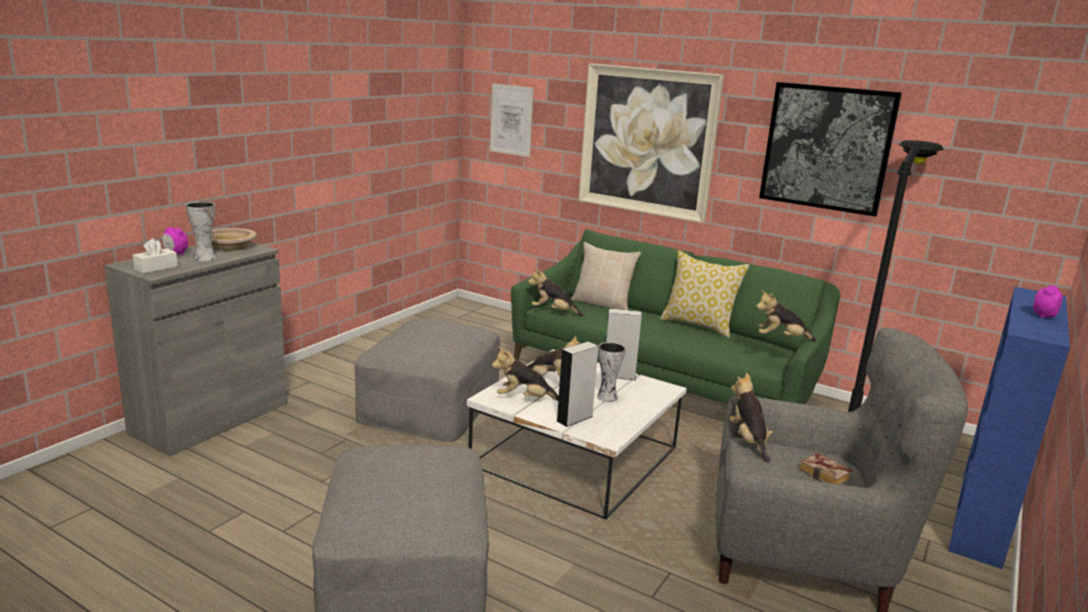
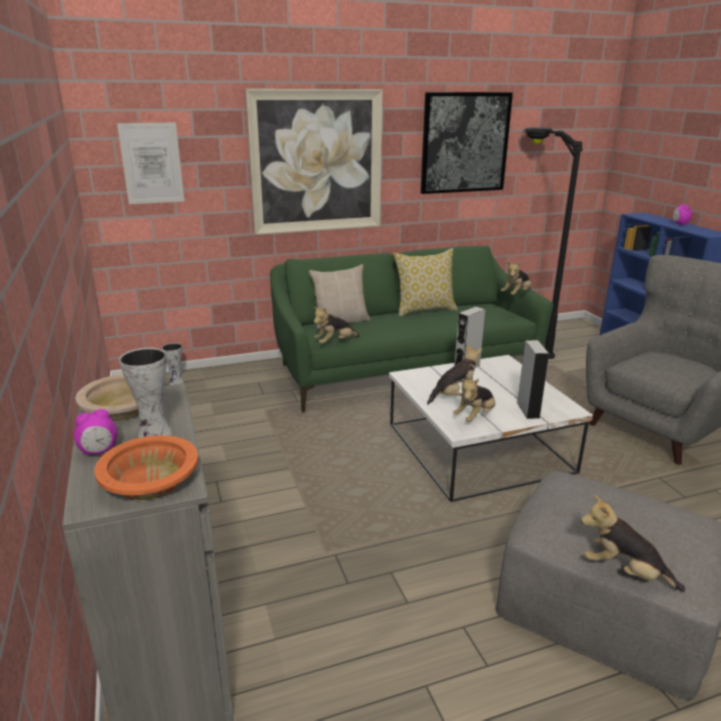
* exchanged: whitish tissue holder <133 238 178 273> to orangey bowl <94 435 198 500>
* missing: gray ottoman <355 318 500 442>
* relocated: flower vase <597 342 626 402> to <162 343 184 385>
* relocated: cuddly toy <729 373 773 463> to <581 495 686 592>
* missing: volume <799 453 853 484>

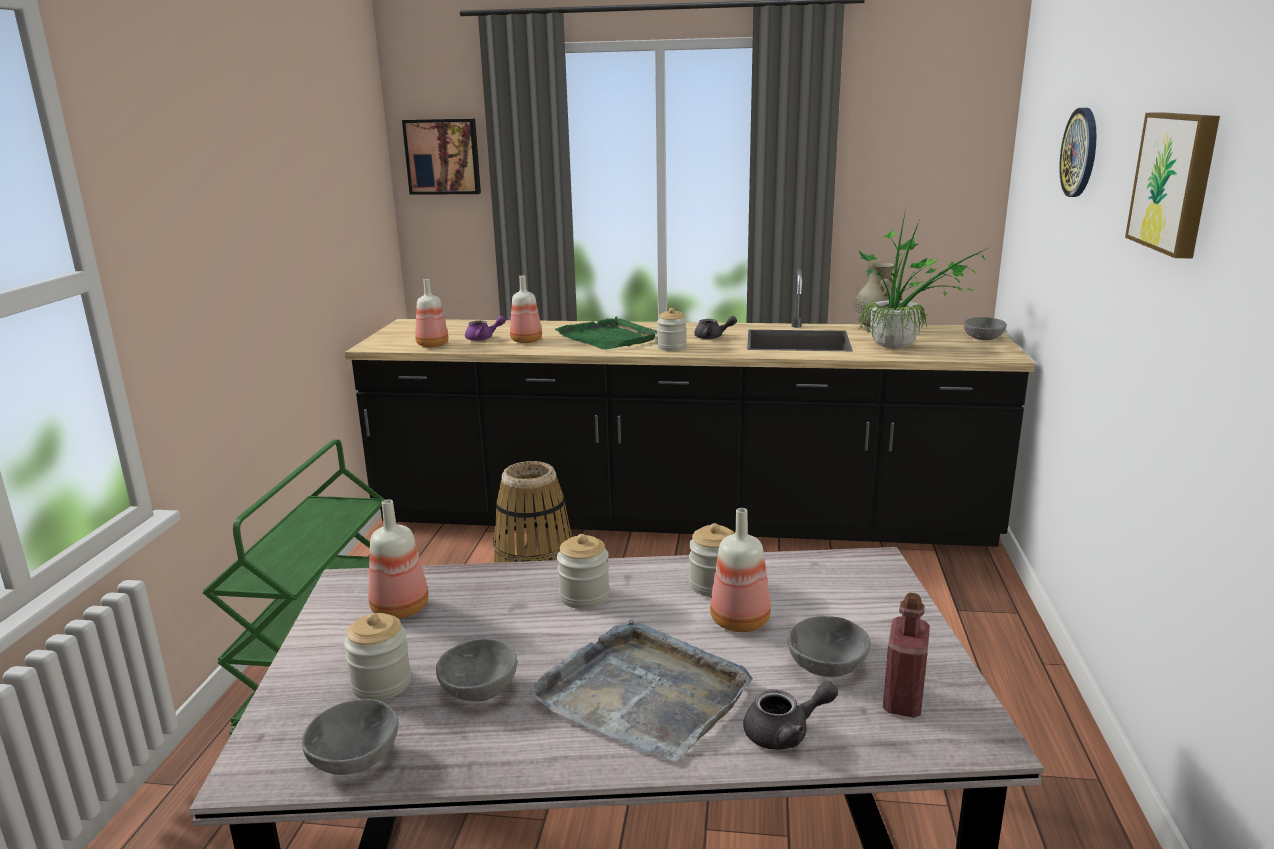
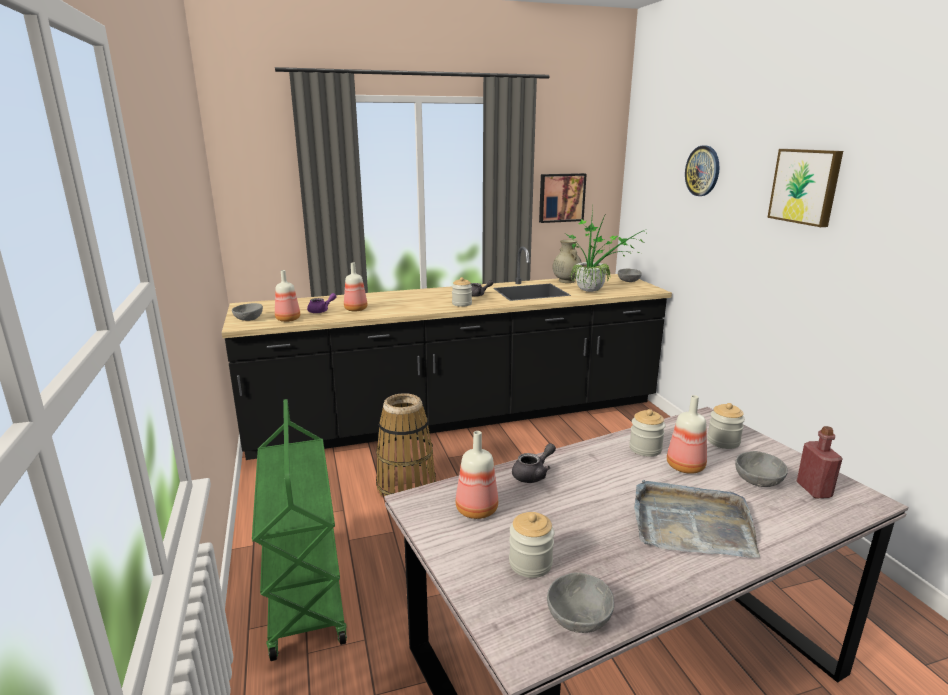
* relocated: picture <402 119 481 195> to <539 173 587 223>
* relocated: gray bowl <436 639 517 701> to <232 303 263 321>
* missing: greenish serving tray <555 317 657 349>
* relocated: preserve jar <557 534 610 609> to <707 403 745 449>
* relocated: gray tea pot <744 681 838 750> to <512 443 556 483>

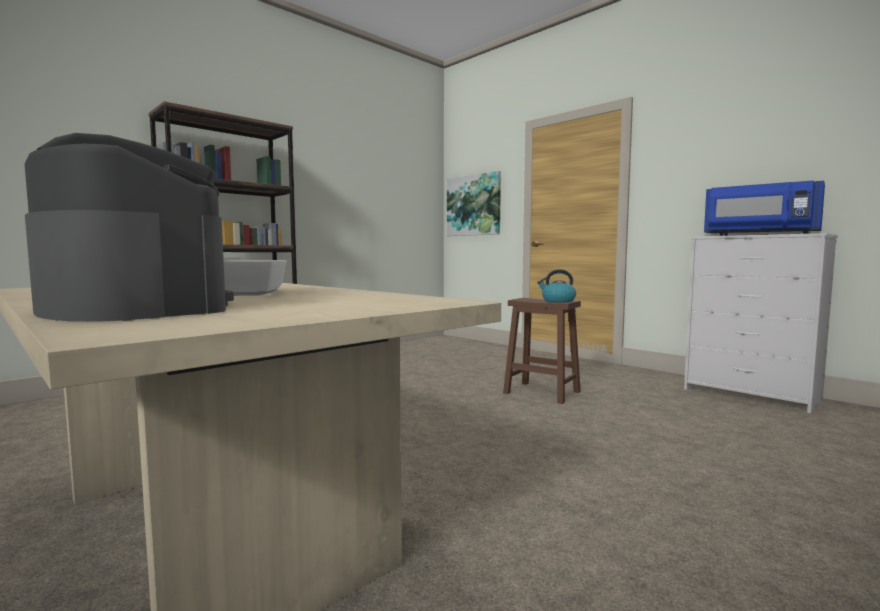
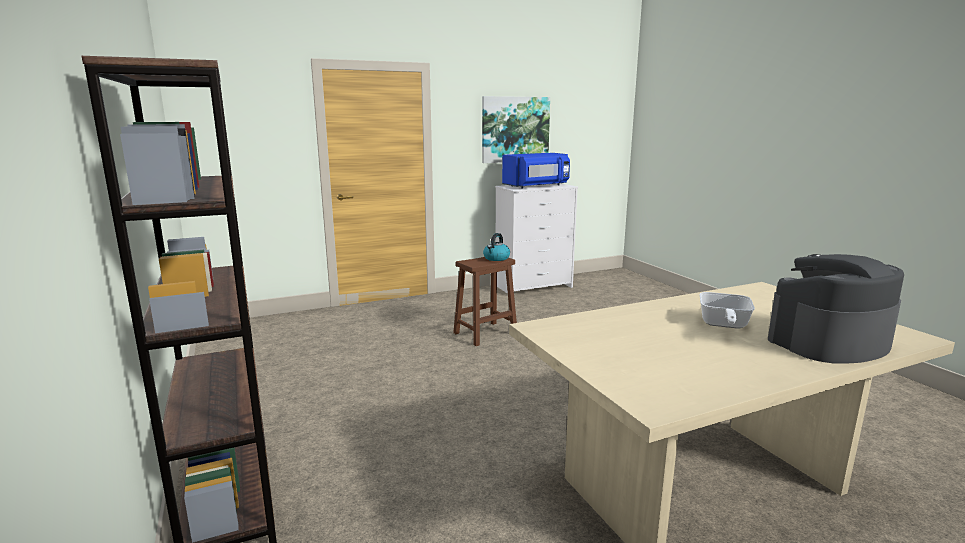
* relocated: picture <447 171 501 236> to <482 96 550 163>

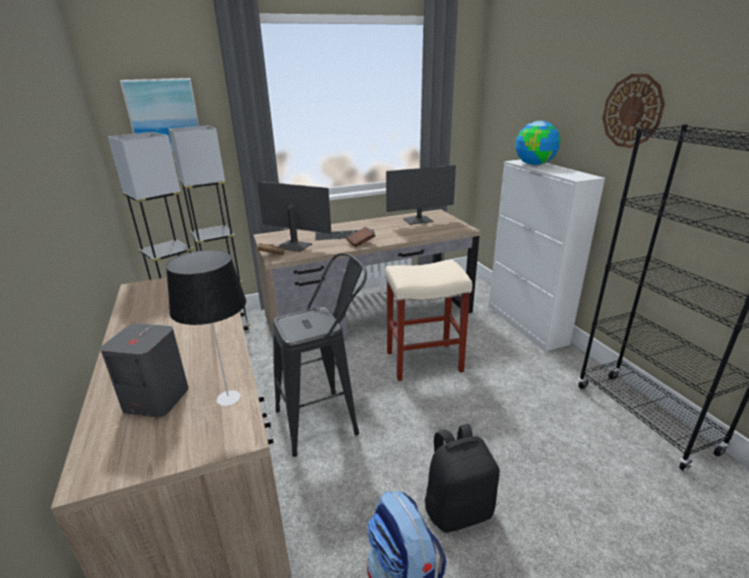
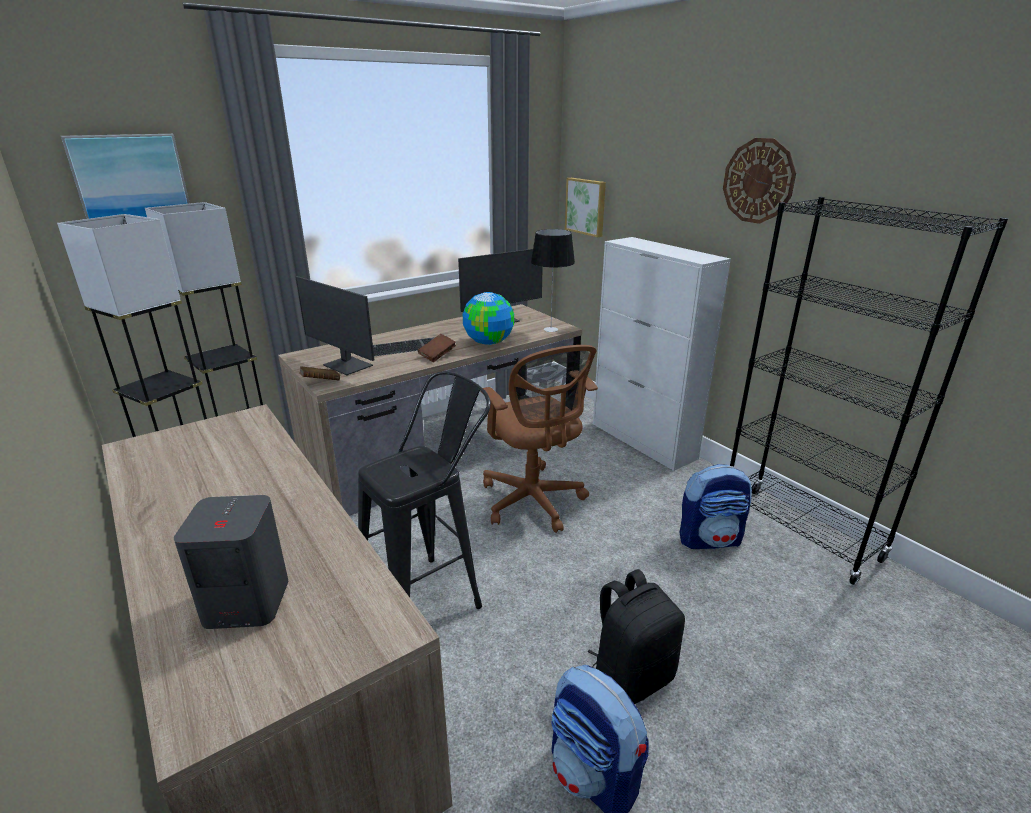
* relocated: table lamp <166 250 246 406> to <531 229 575 332>
* spun: monitor <257 181 331 252> = <295 276 374 375> 150 degrees counterclockwise
* exchanged: beige stool seat <385 260 472 381> to brownish computer chair <480 345 598 533>
* relocated: desk globe <515 121 561 166> to <463 292 514 345>
* appeared: picture <565 178 606 237>
* appeared: knapsack <680 464 752 549>

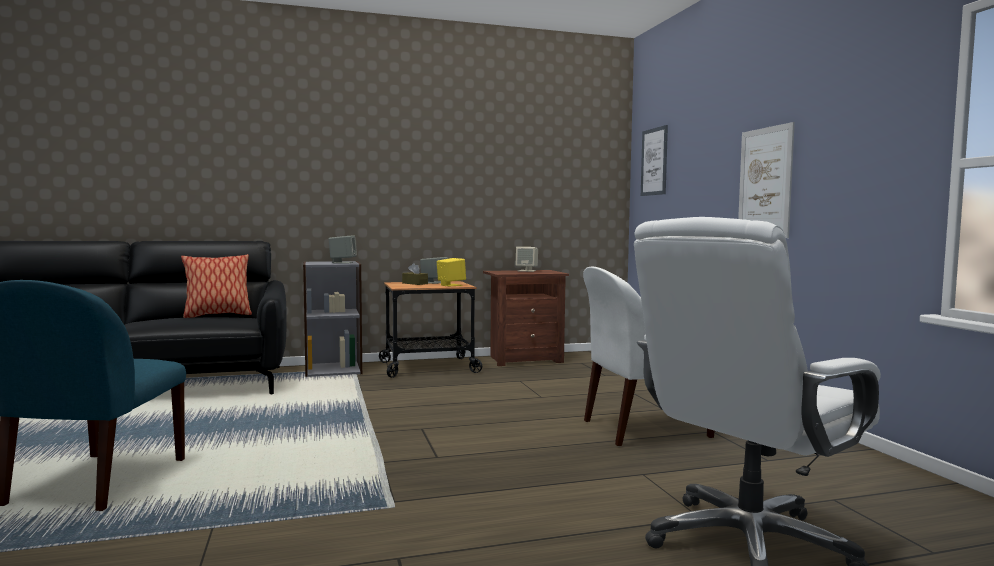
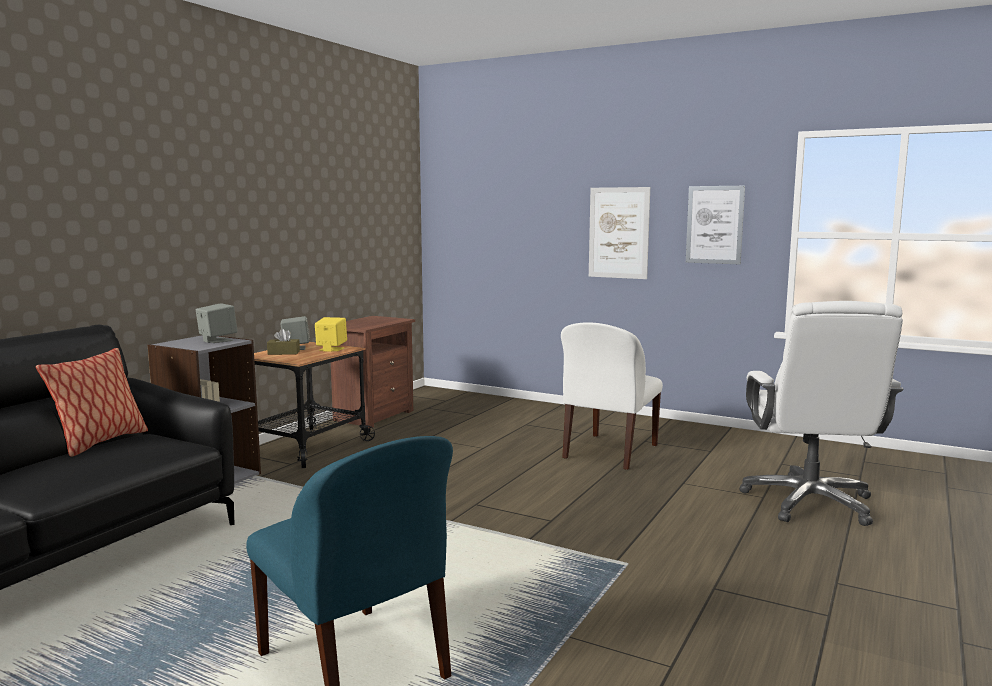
* missing: beige audio speaker <516 247 538 272>
* relocated: picture <641 125 668 196> to <686 186 745 264>

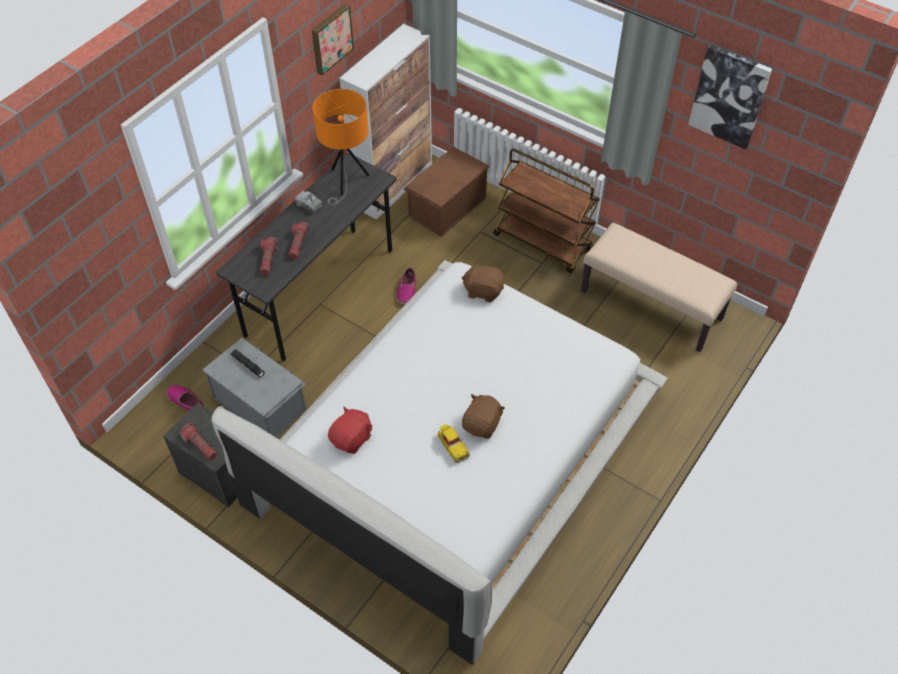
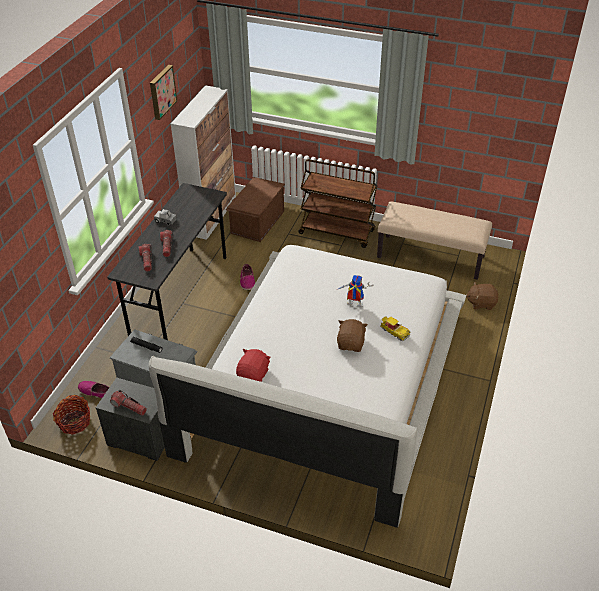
* missing: orangey table lamp <313 89 369 205>
* relocated: toy car <438 424 470 463> to <380 317 410 341>
* relocated: brownish cuddly toy <461 261 504 302> to <466 282 498 310>
* missing: picture <688 44 772 150>
* appeared: basket <53 395 90 435>
* appeared: model robot <337 275 374 307>

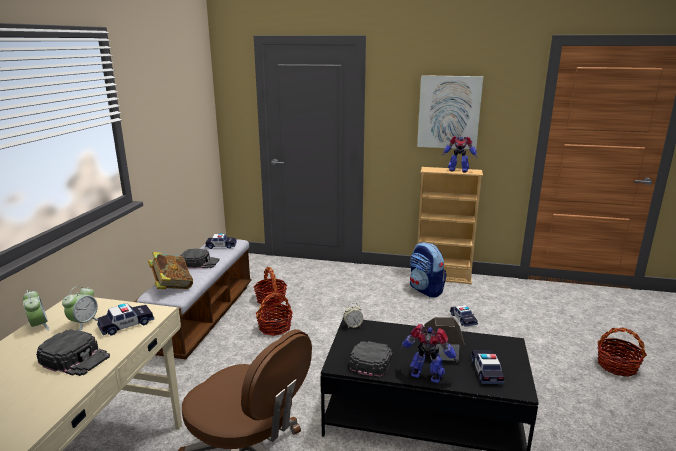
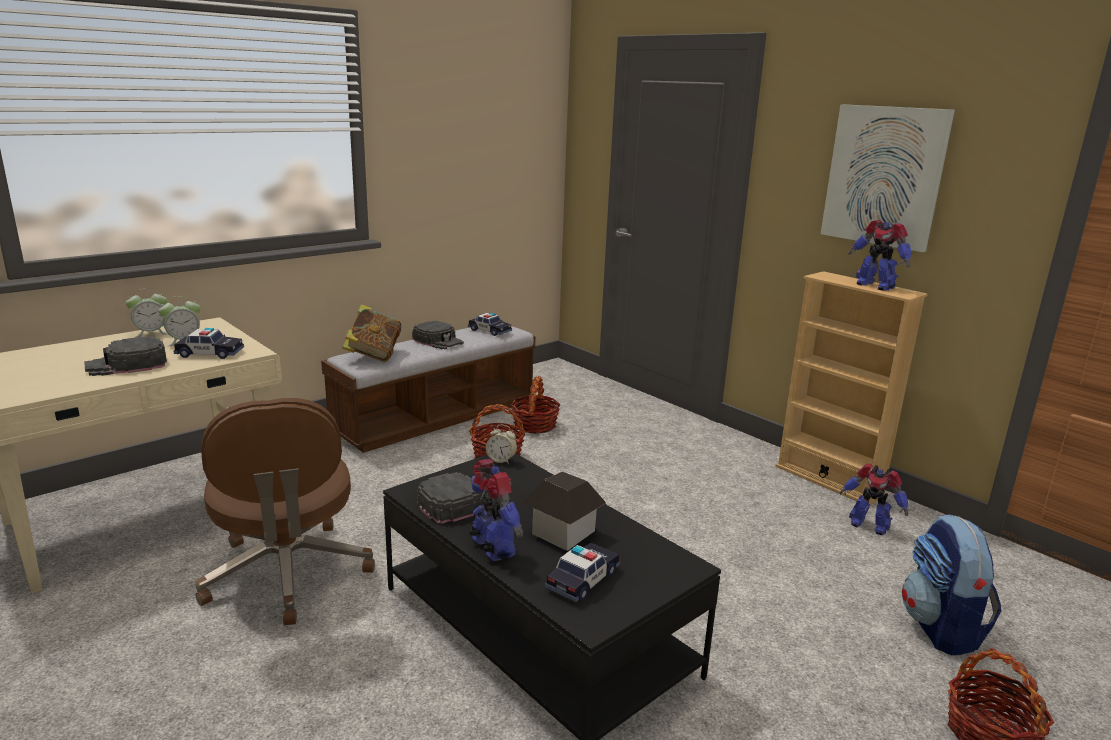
* spun: alarm clock <23 290 49 331> = <126 289 168 338> 60 degrees clockwise
* spun: blackish cap <36 329 110 376> = <84 336 167 376> 90 degrees clockwise
* relocated: knapsack <410 242 446 298> to <902 514 1001 655>
* missing: toy car <450 305 478 327>
* appeared: model robot <840 464 909 535>

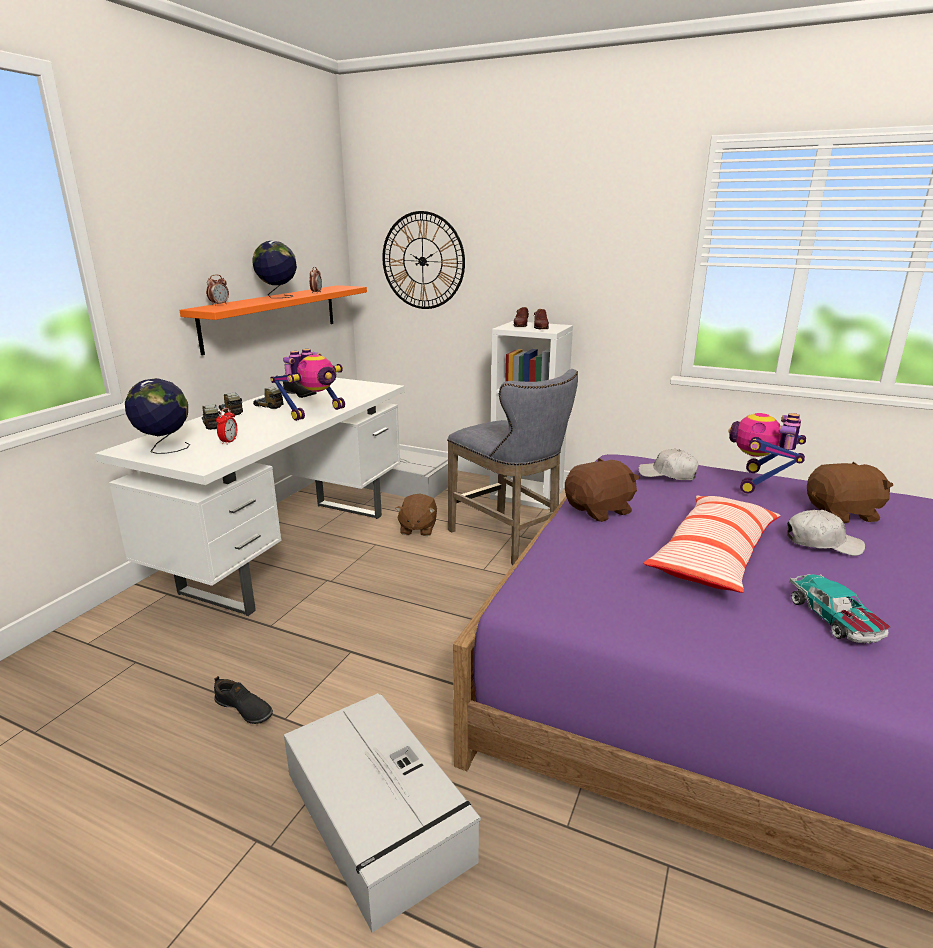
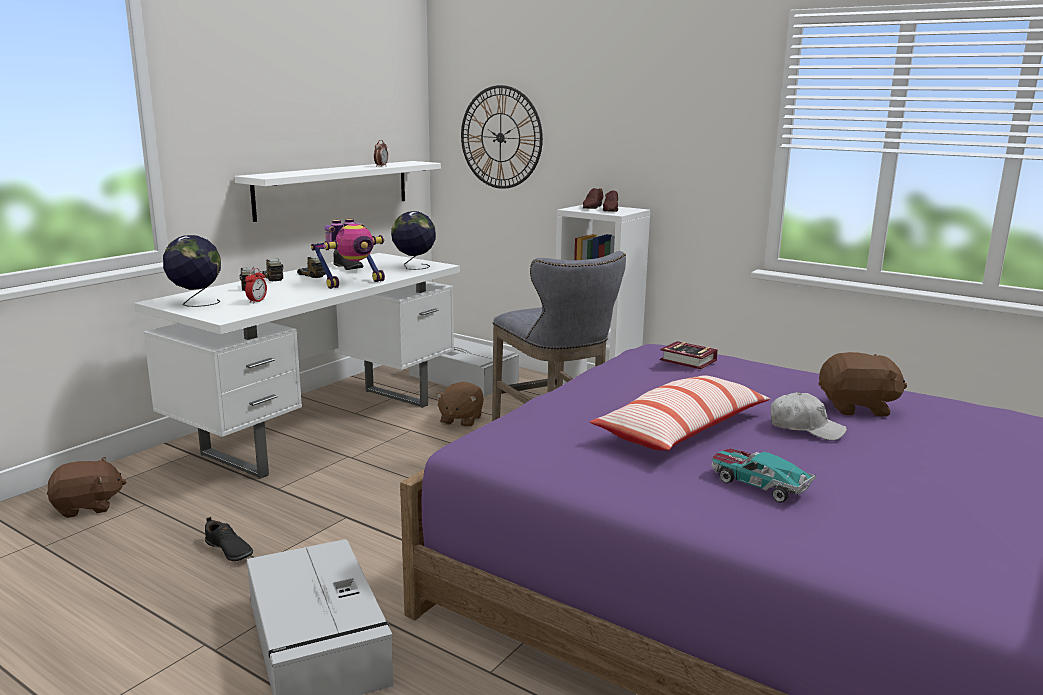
* colour: orangey shelf <179 285 367 355> to whitish shelf <234 161 441 222>
* missing: alarm clock <206 274 229 306>
* relocated: desk globe <252 241 297 298> to <391 211 436 270>
* relocated: brownish cuddly toy <565 458 639 522> to <47 457 127 518>
* exchanged: whitish cap <639 449 699 480> to volume <660 341 718 369>
* missing: model robot <728 413 806 494>
* spun: toy car <790 574 891 644> = <711 448 816 503> 135 degrees clockwise

